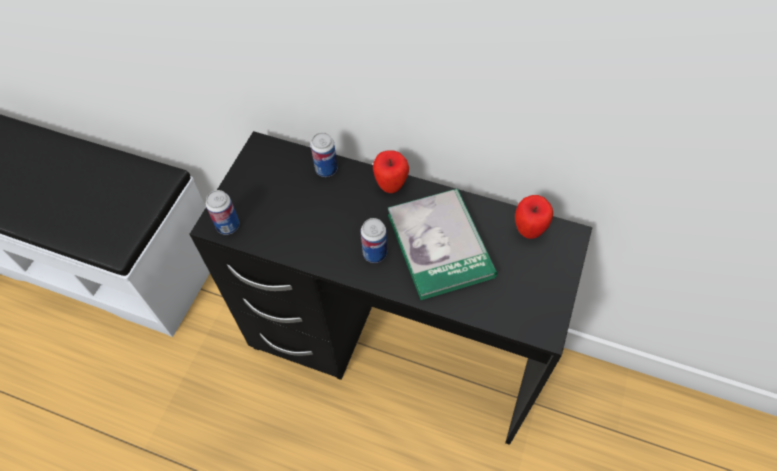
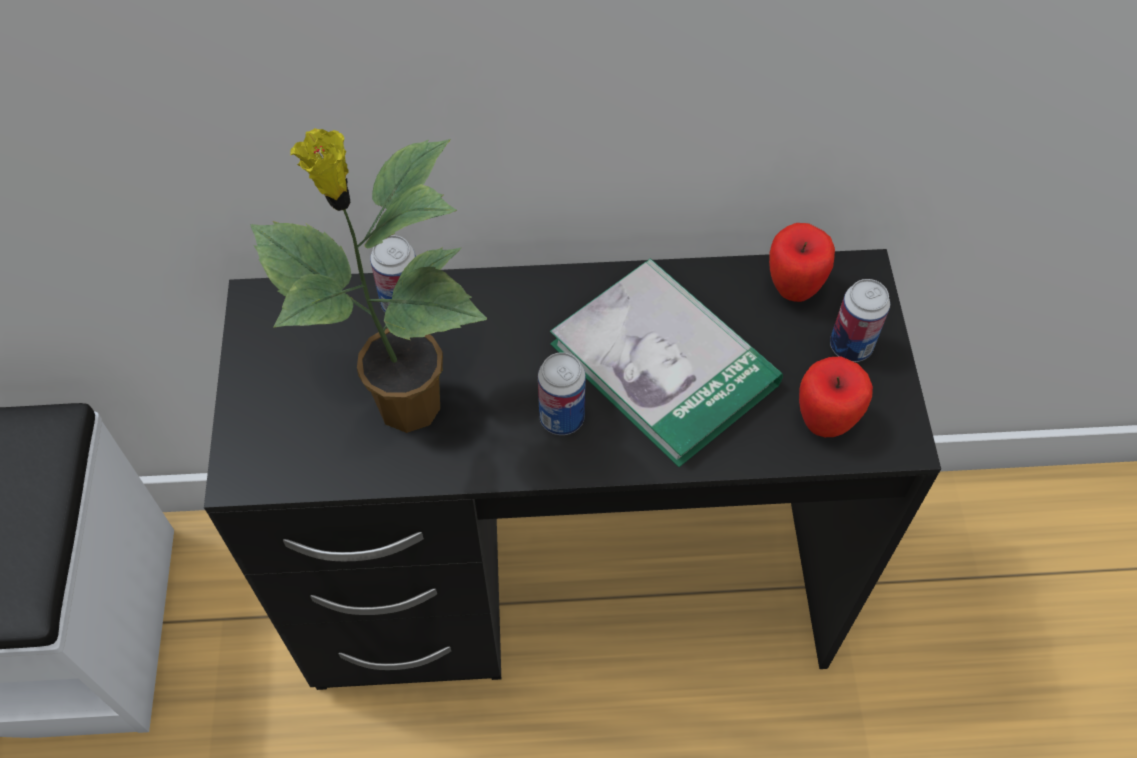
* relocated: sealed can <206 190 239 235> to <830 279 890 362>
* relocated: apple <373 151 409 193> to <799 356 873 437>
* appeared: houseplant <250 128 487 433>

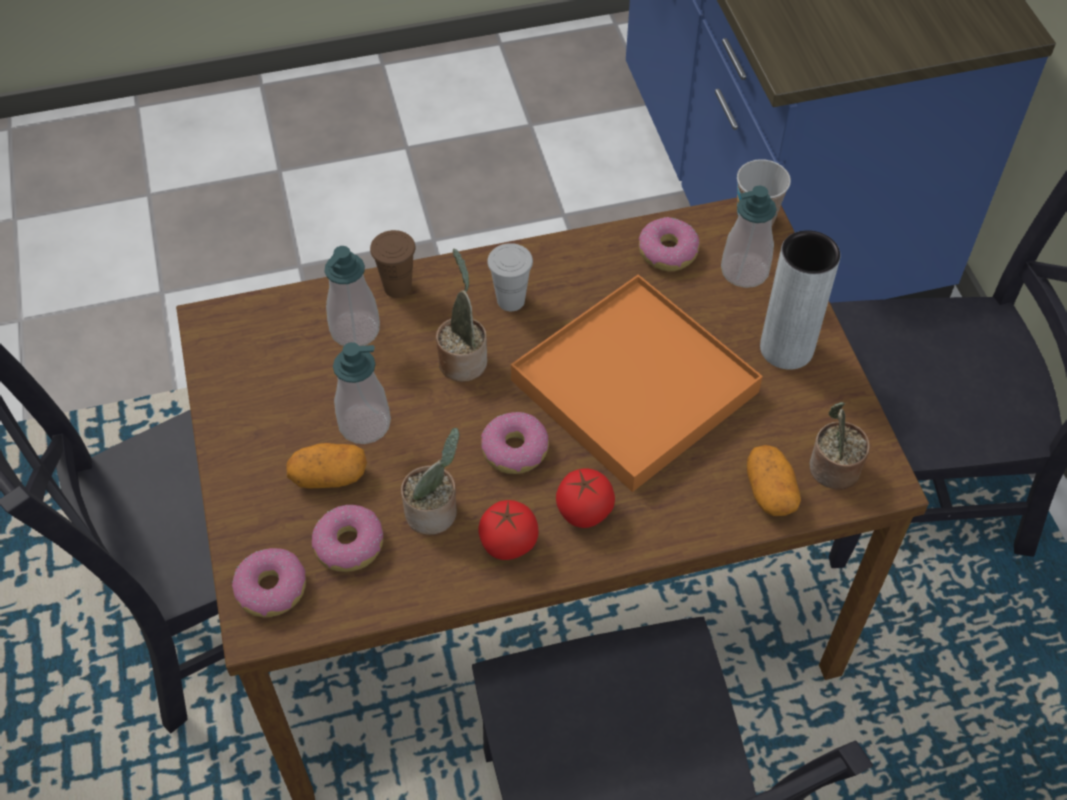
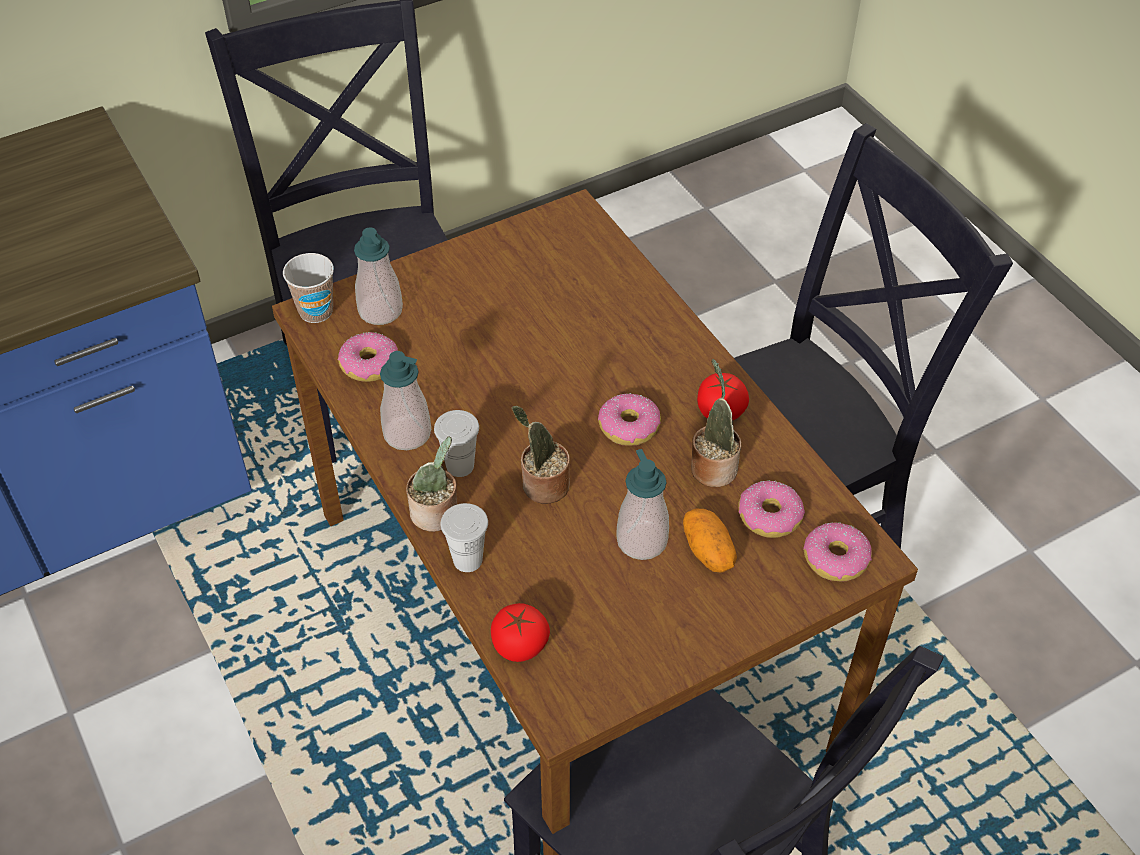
* relocated: liquid soap bottle <325 246 380 346> to <380 351 431 450>
* colour: brownish drinking cup <370 230 416 298> to whitish drinking cup <441 503 488 572>
* missing: orangey serving tray <511 275 763 492>
* relocated: whole tomato <556 468 615 528> to <491 603 550 662>
* missing: whole potato <747 445 801 516>
* missing: gray flower vase <760 230 840 370>
* relocated: houseplant <810 402 870 489> to <406 436 457 532>

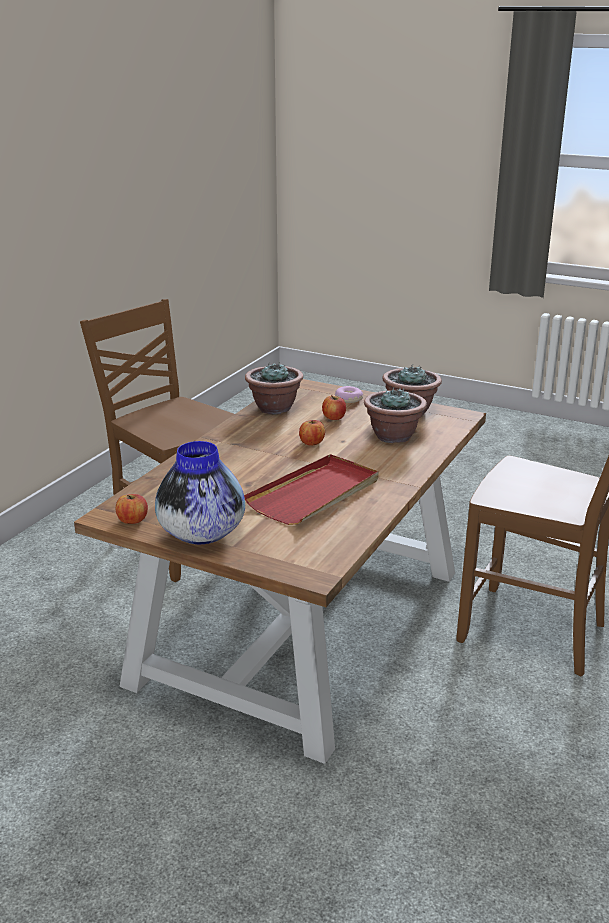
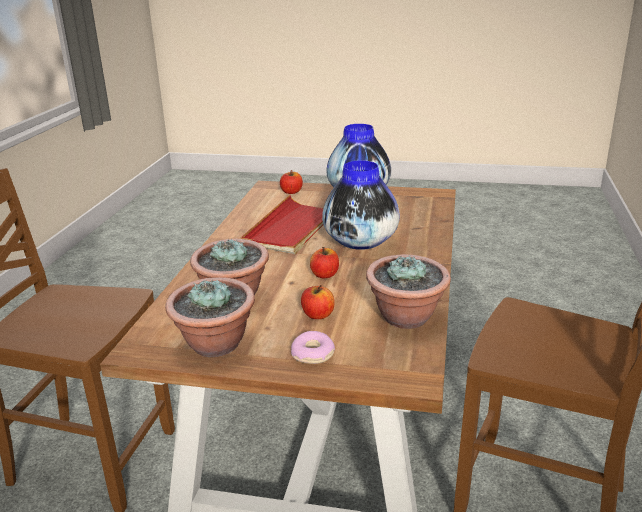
* relocated: apple <116 494 148 524> to <280 170 303 194>
* appeared: flower vase <322 161 400 250>

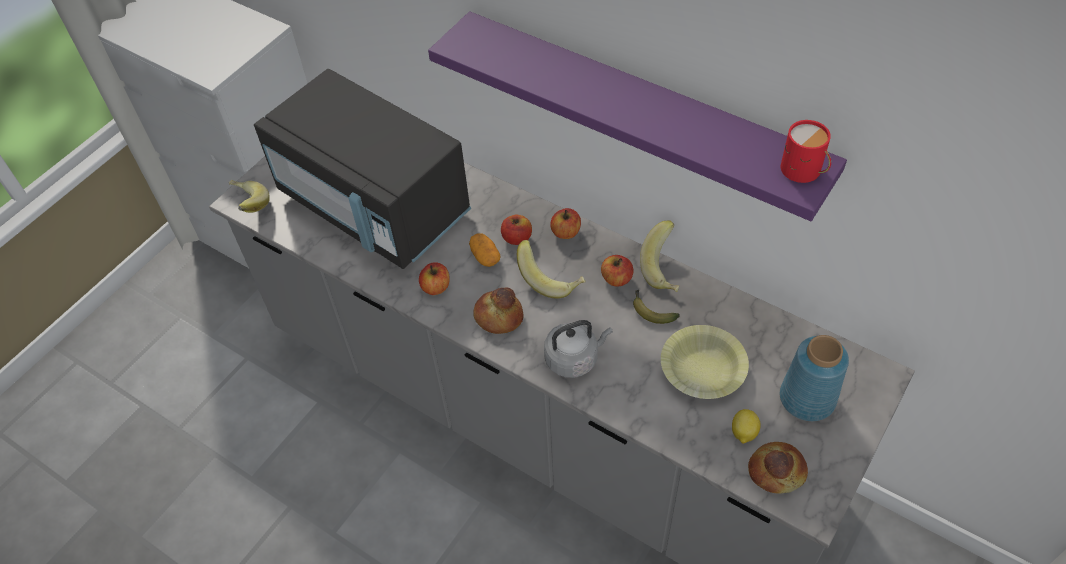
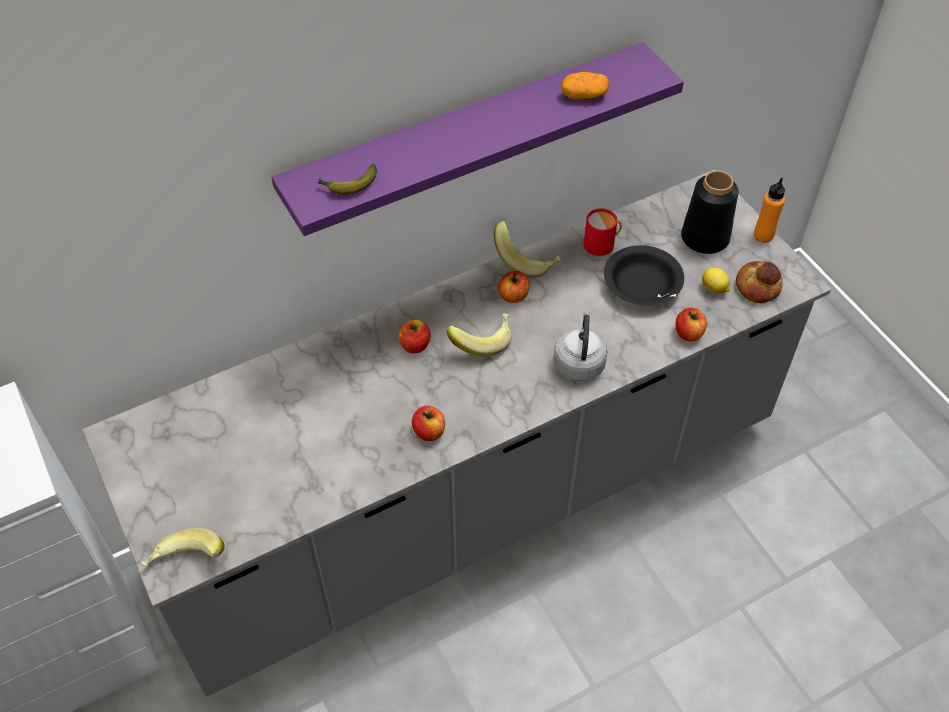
* missing: blackish microwave oven <254 69 471 269>
* relocated: whole potato <469 233 500 267> to <561 72 609 99>
* missing: bakery bread <473 288 524 334>
* relocated: apple <550 208 581 239> to <676 308 707 341>
* relocated: whole banana <633 289 680 324> to <318 164 377 194>
* colour: yellow-coloured bowl <661 325 749 399> to blackish bowl <604 245 684 306>
* colour: blue flower vase <780 335 849 421> to blackish flower vase <681 170 739 254>
* relocated: reddish coffee mug <781 120 831 183> to <584 208 622 256>
* appeared: orangey drink bottle <754 178 785 243>

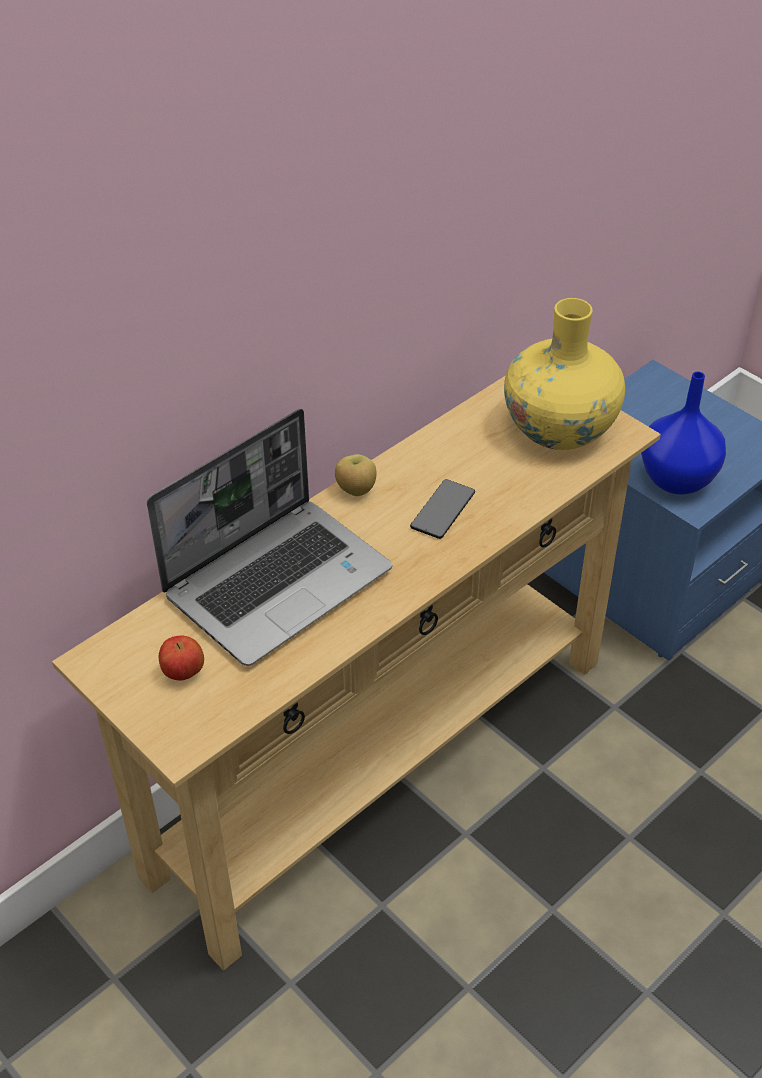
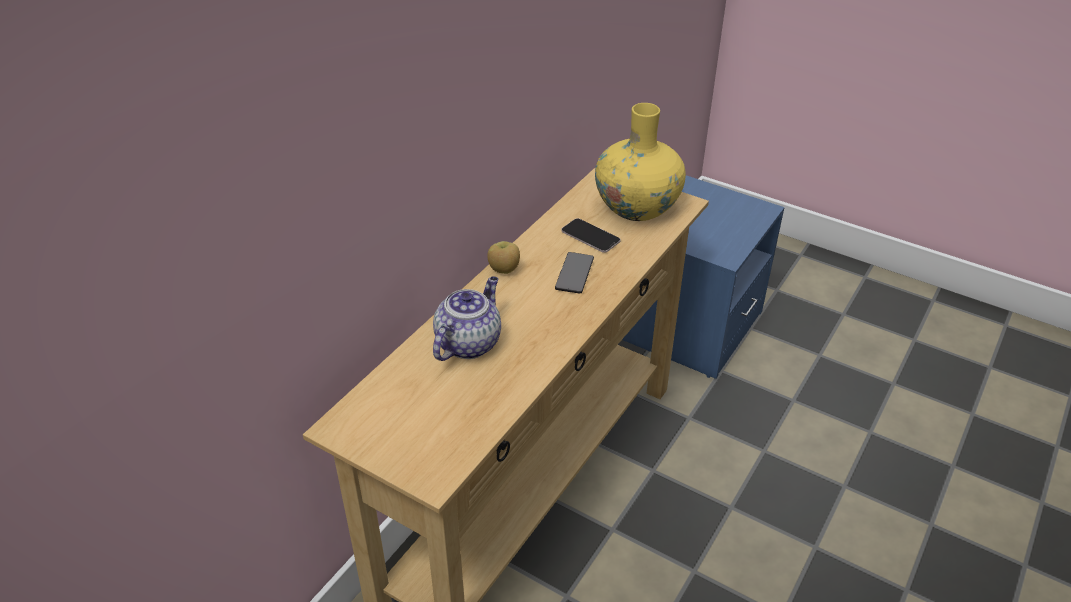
* exchanged: laptop <147 409 392 666> to tea pot <433 276 501 361>
* missing: apple <159 636 204 680>
* missing: blue flower vase <641 372 726 495>
* appeared: telephone <561 218 621 253>

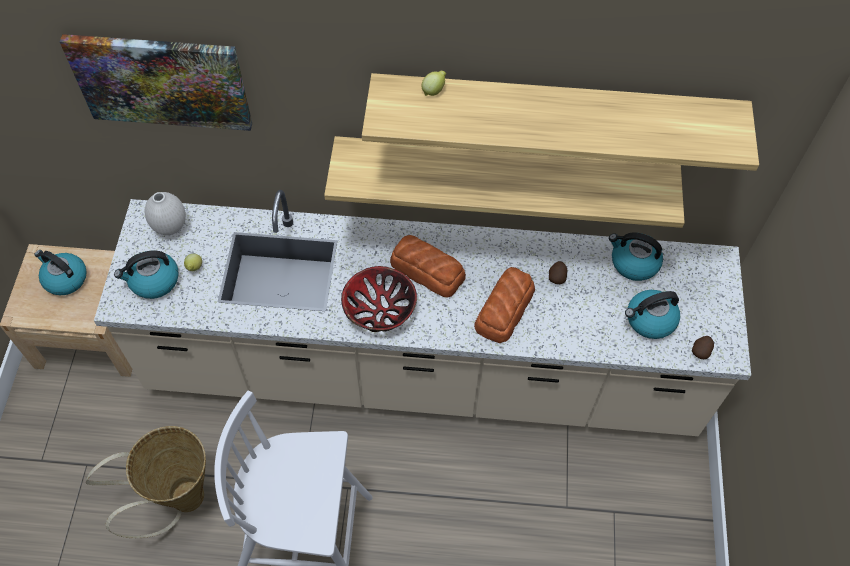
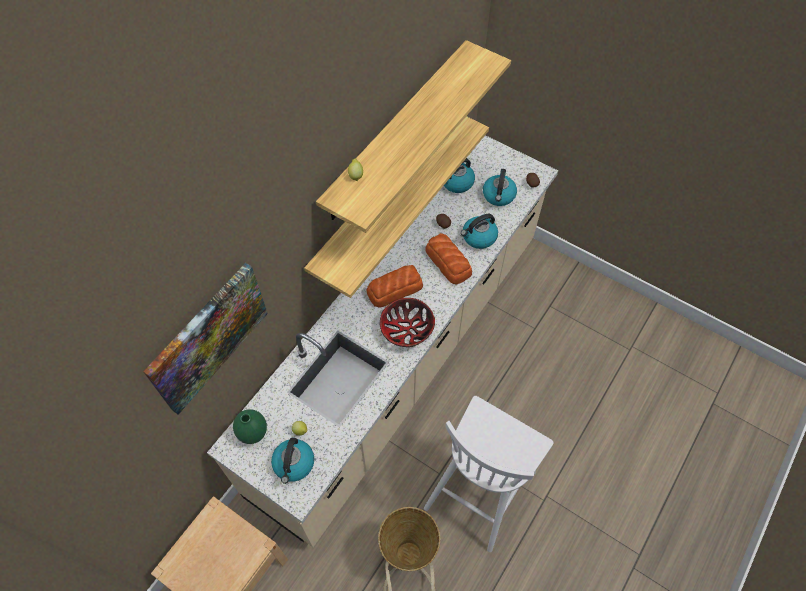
* relocated: tea kettle <34 250 87 295> to <461 214 498 249>
* colour: whitish flower vase <145 192 186 235> to greenish flower vase <233 409 267 444>

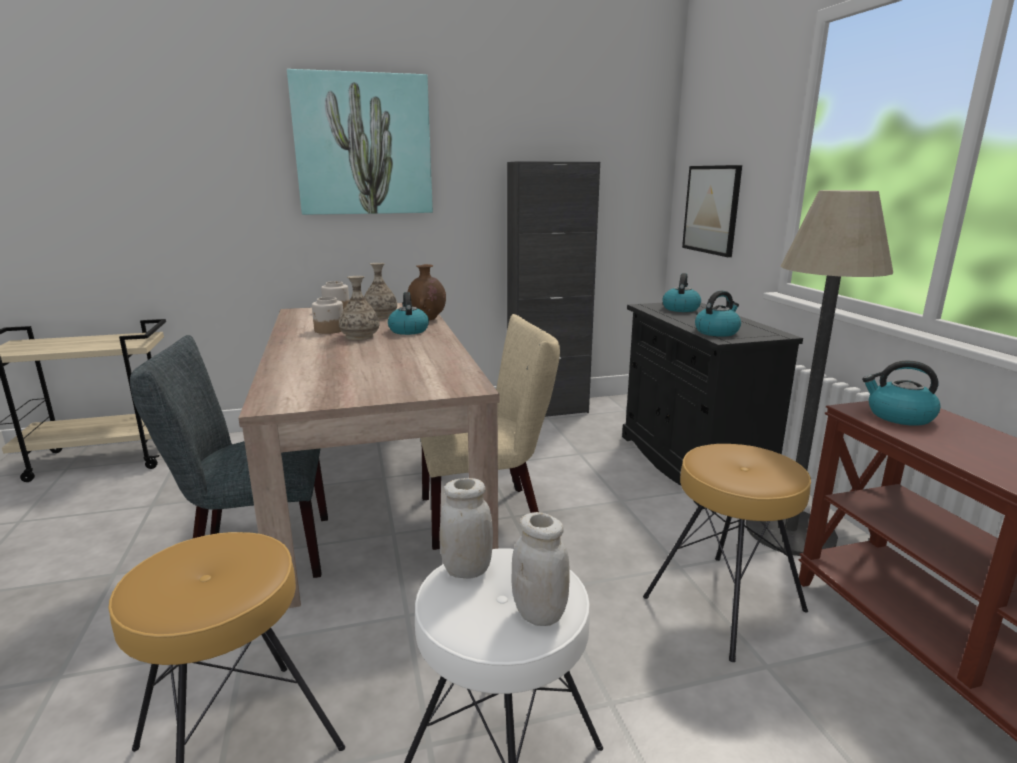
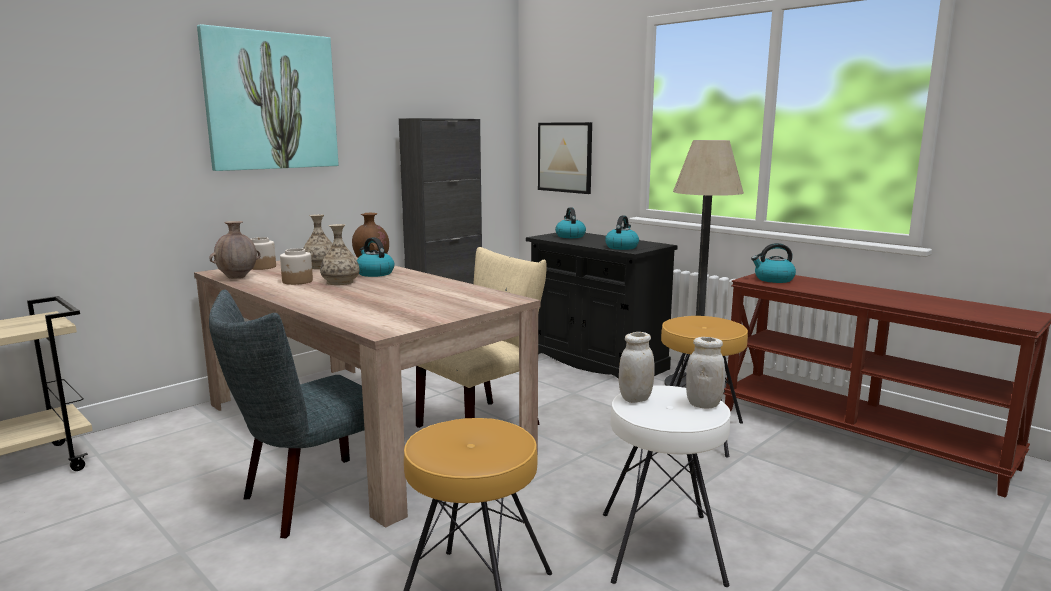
* appeared: brownish flower vase <209 221 261 279>

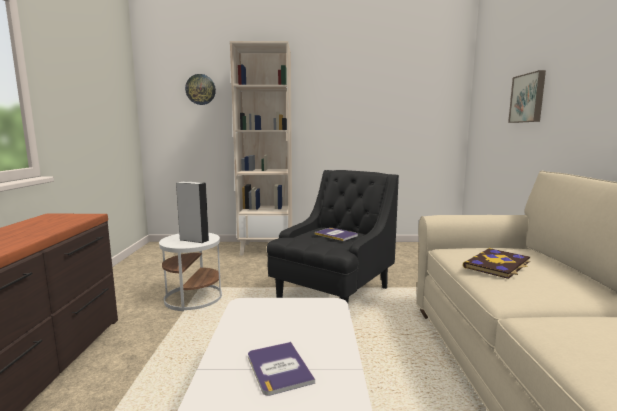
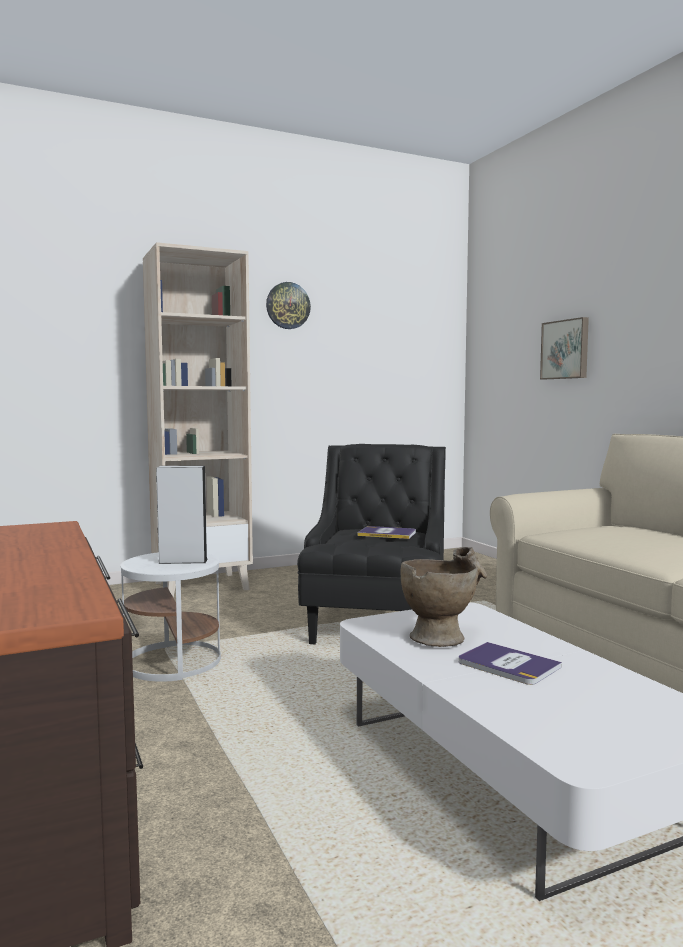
* relocated: clock on the wall <185 74 216 105> to <266 282 311 329>
* missing: volume <463 248 530 279>
* appeared: beige flower vase <401 547 487 647>

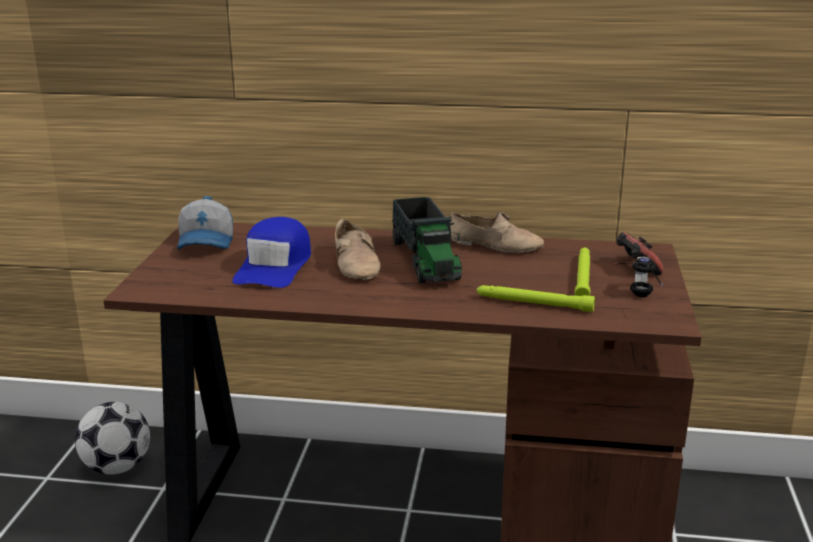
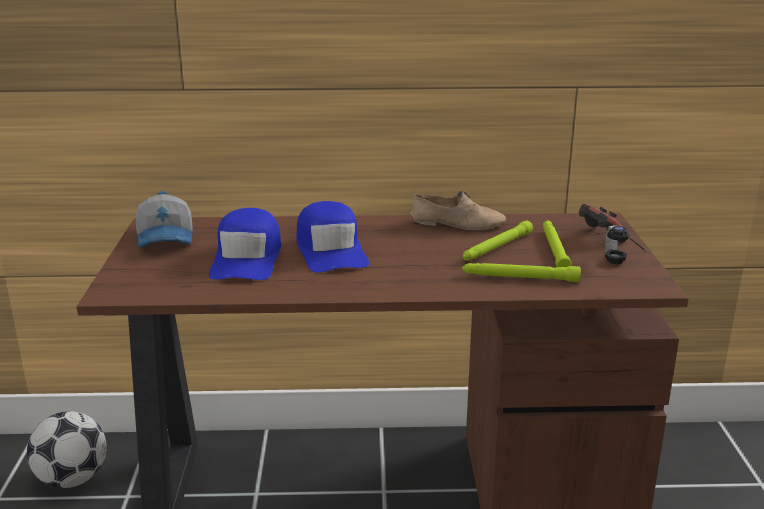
* exchanged: beige item of footwear <335 218 381 280> to blue cap <296 201 369 273>
* missing: model truck <392 197 462 284>
* appeared: greenish hand torch <463 221 533 261>

